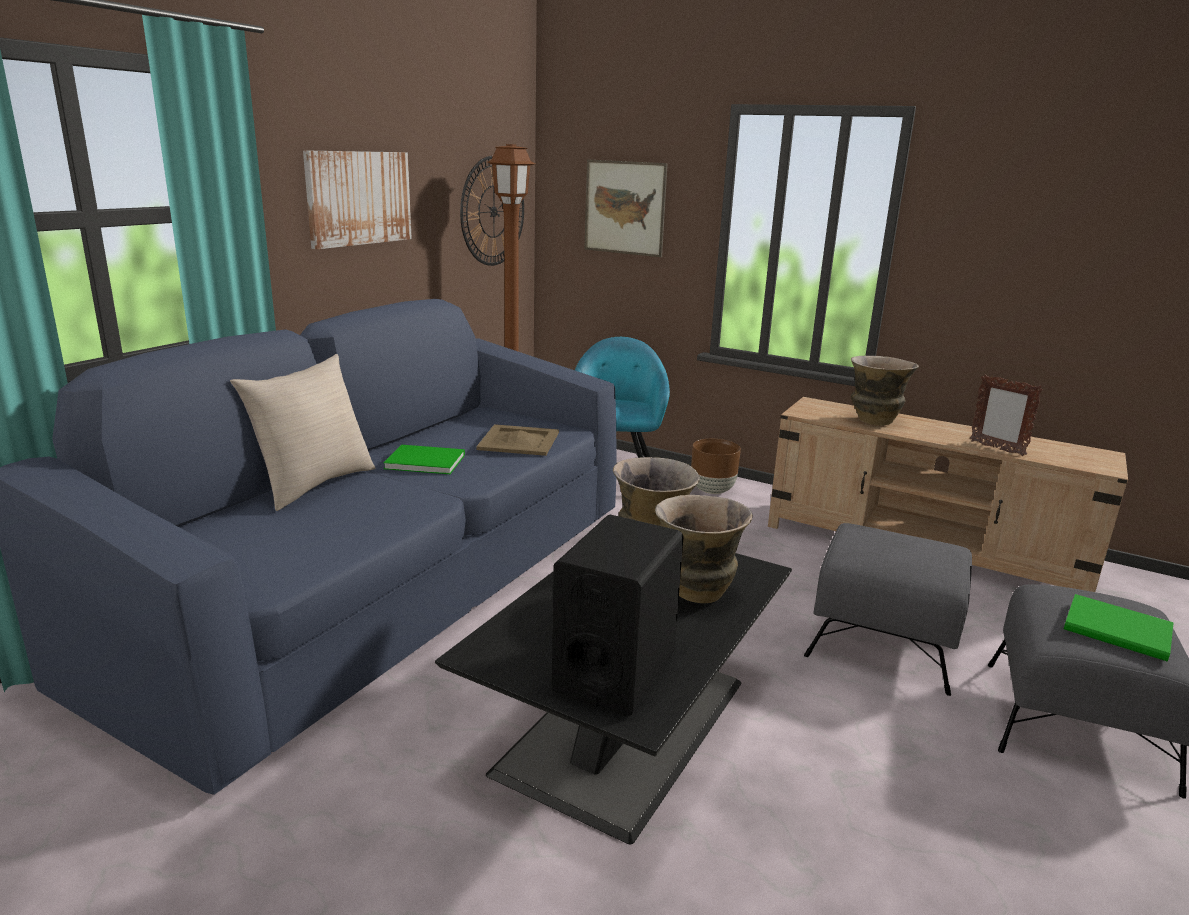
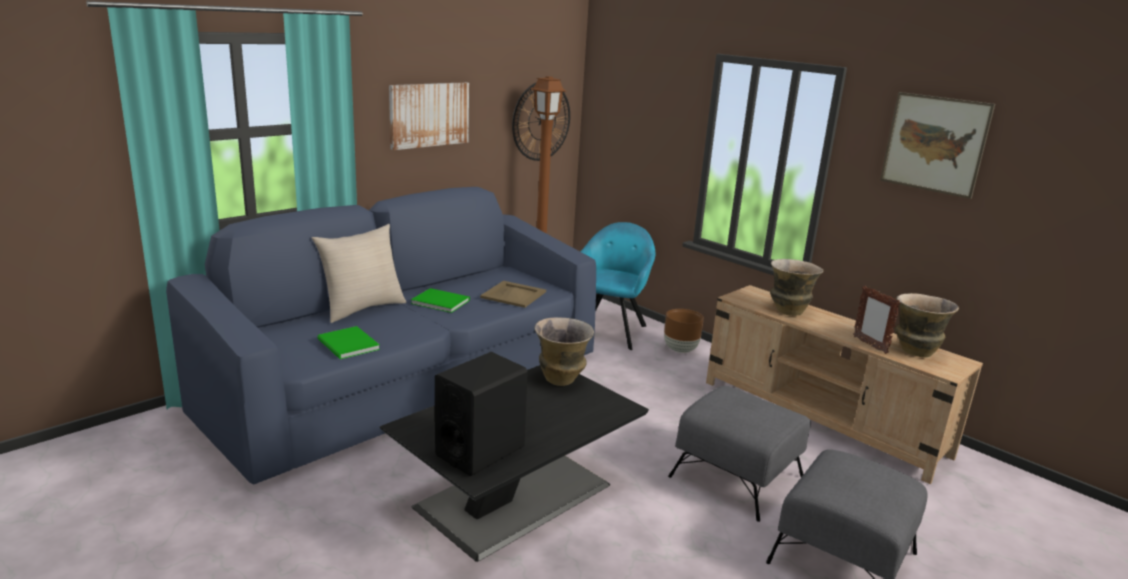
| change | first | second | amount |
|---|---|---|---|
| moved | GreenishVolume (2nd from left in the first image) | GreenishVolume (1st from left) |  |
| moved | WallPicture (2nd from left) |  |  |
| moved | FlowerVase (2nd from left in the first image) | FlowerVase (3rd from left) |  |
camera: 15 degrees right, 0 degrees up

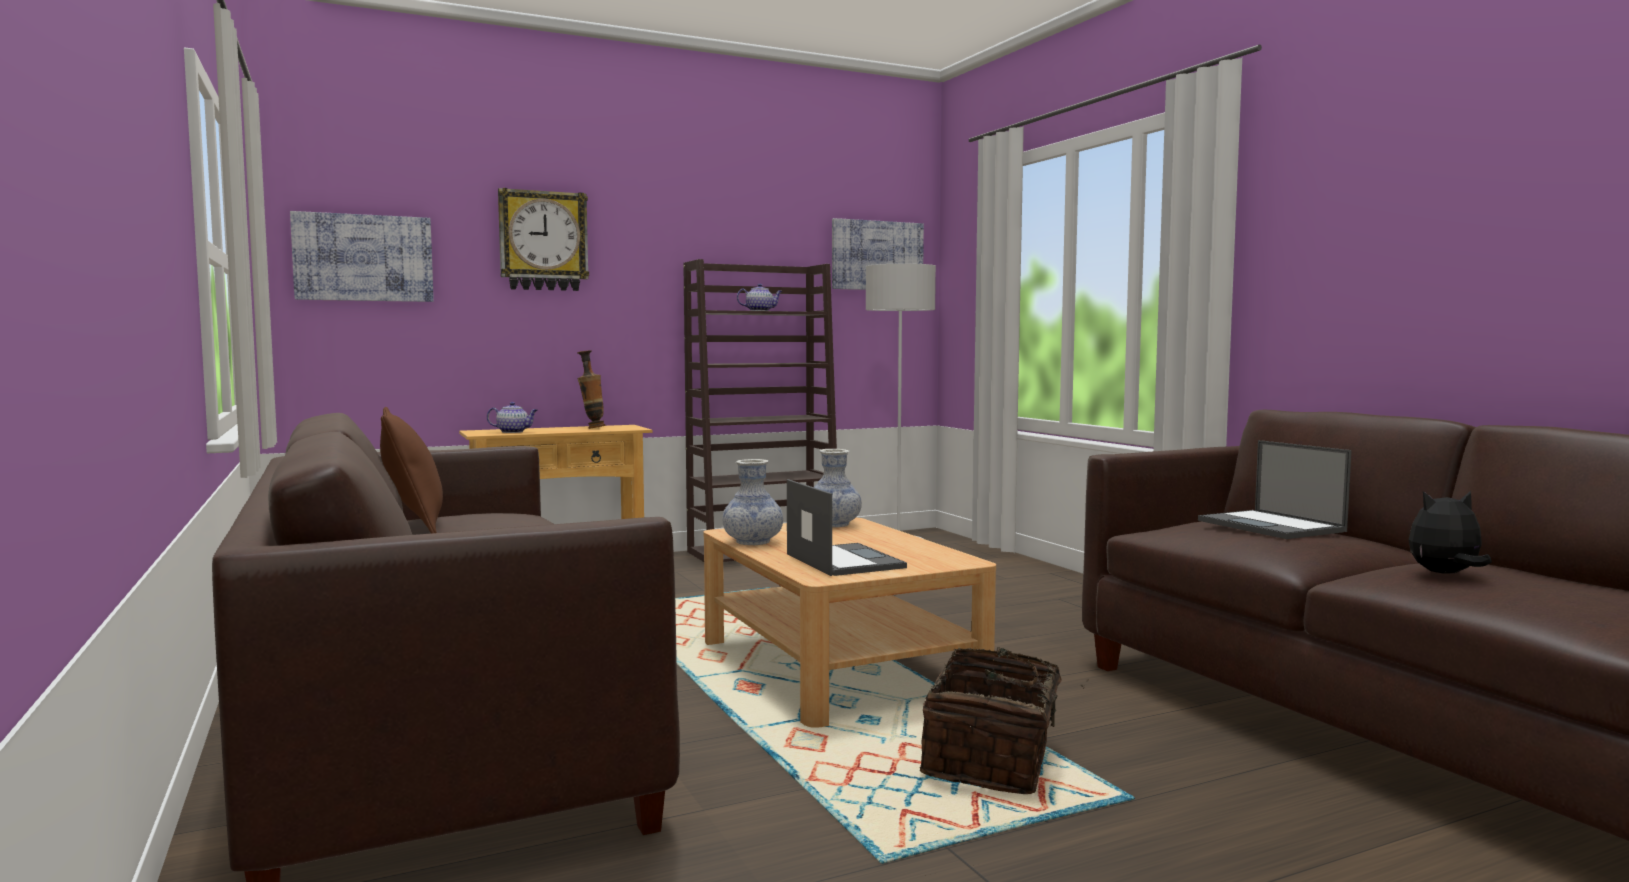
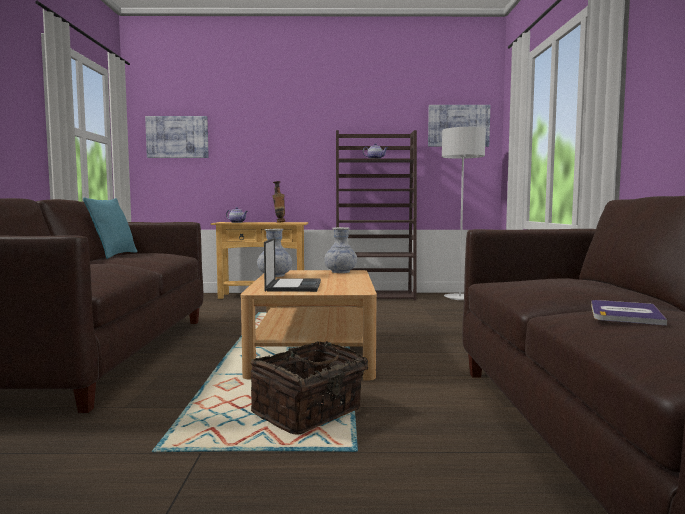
| change | first | second | amount |
|---|---|---|---|
| recoloured | BrownPillow | TurquoisePillow |  |
| replaced | PlushToy | Volume |  |
| removed | HangingClock |  |  |
| removed | NotebookComputer (2nd from left) |  |  |
camera: 25 degrees right, 0 degrees up

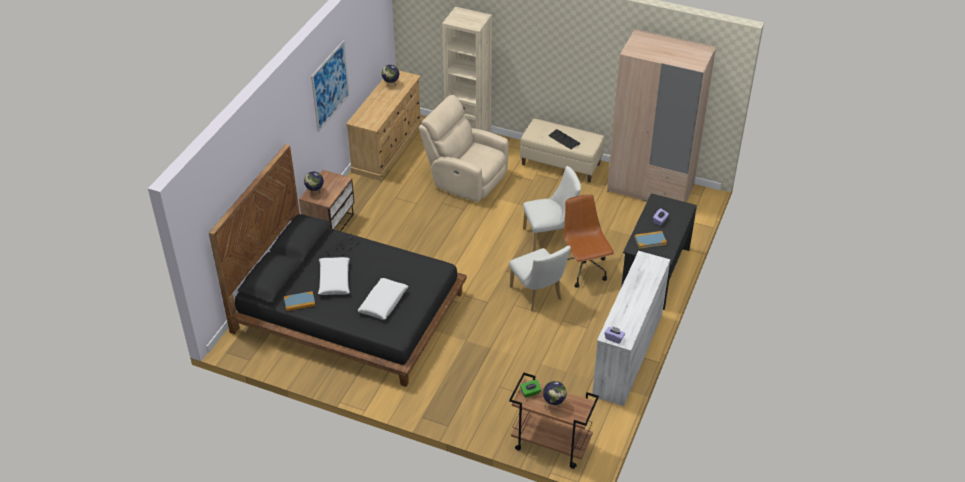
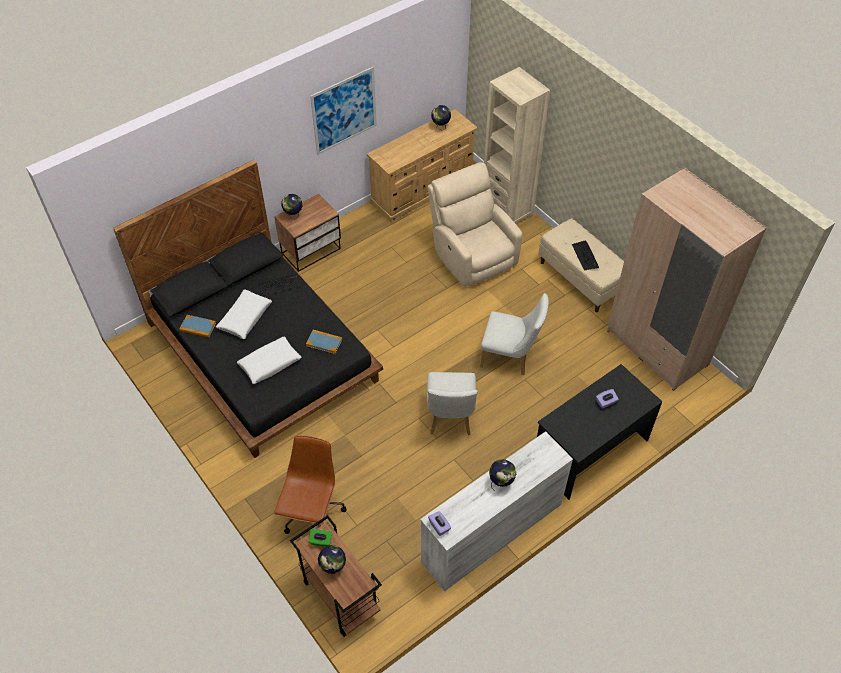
| change | first | second | amount |
|---|---|---|---|
| moved | BrownComputerChair |  |  |
| moved | Volume (2nd from left) |  |  |
| added |  | WorldGlobe (4th from left) |  |
camera: 30 degrees right, 10 degrees up

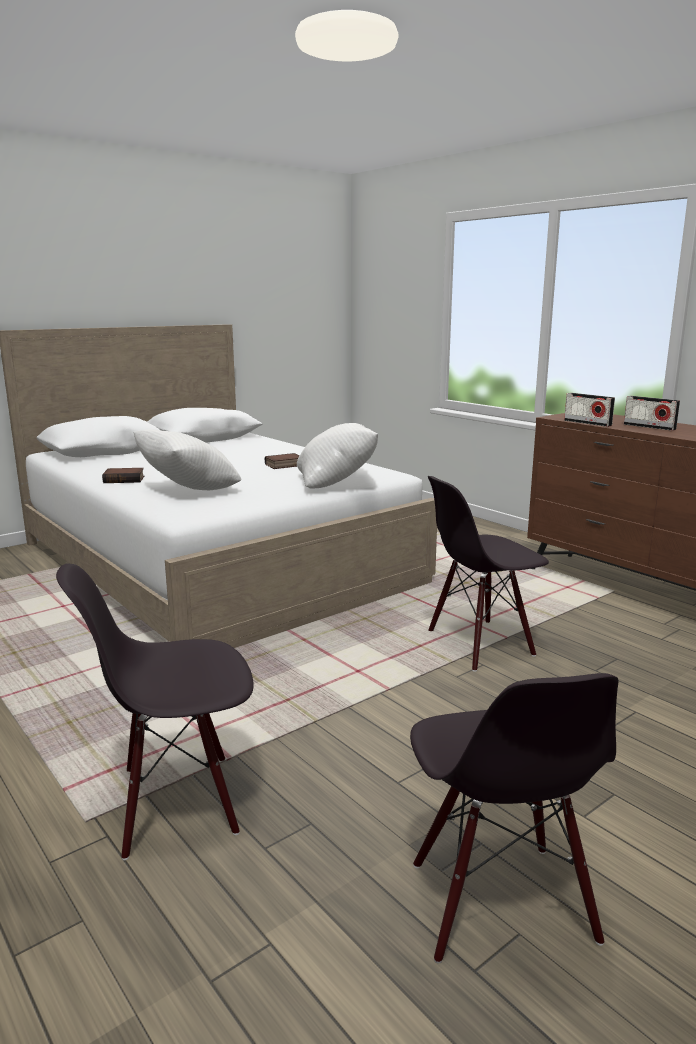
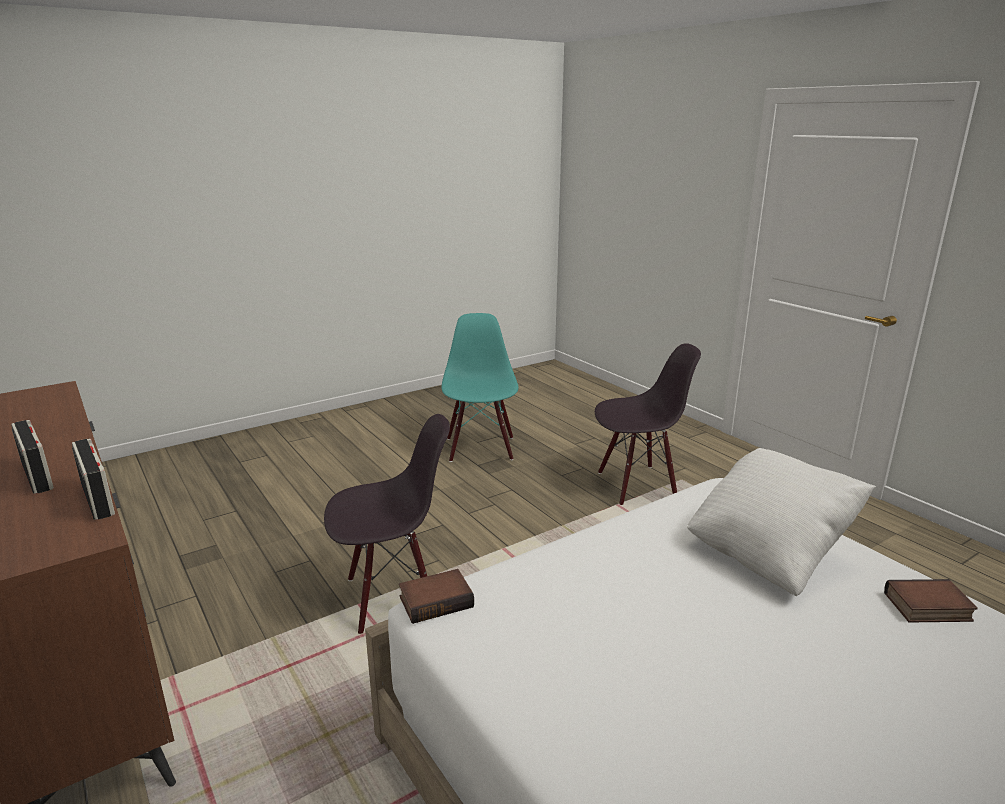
| change | first | second | amount |
|---|---|---|---|
| moved | Volume (2nd from left in the first image) | Volume (1st from left) |  |
| recoloured | BlackPlainChair (3rd from left) | TurquoisePlainChair |  |
| removed | WhitishPillow (2nd from left) |  |  |
camera: 175 degrees left, 5 degrees up

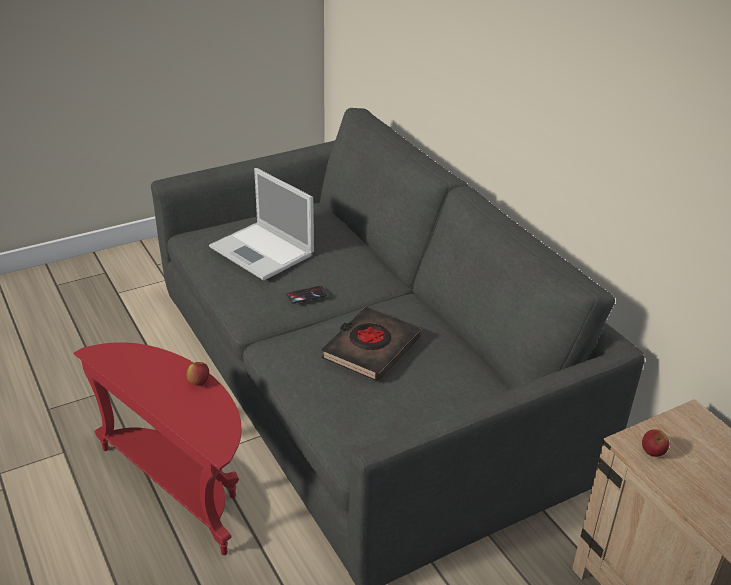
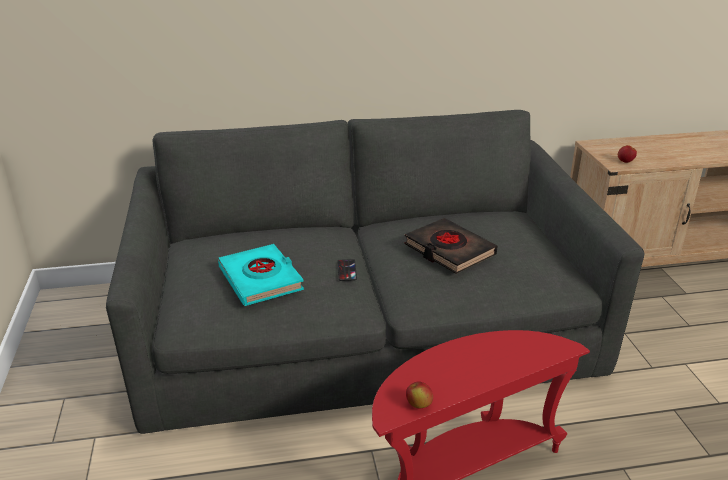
| change | first | second | amount |
|---|---|---|---|
| replaced | NotebookComputer | TurquoiseVolume |  |
| moved | Apple (1st from left) |  |  |
camera: 70 degrees left, 5 degrees down

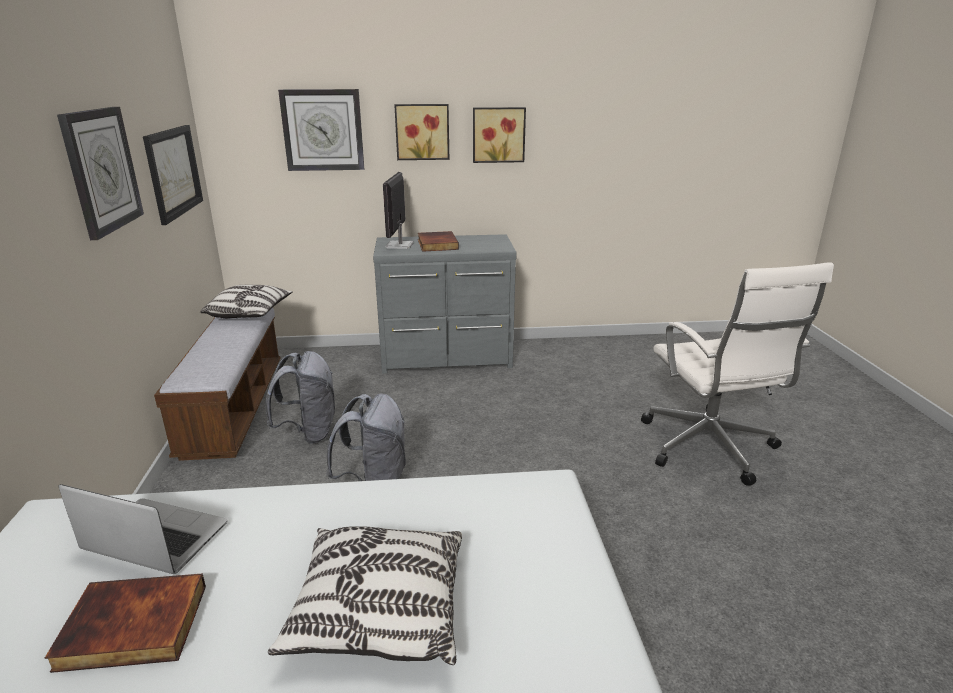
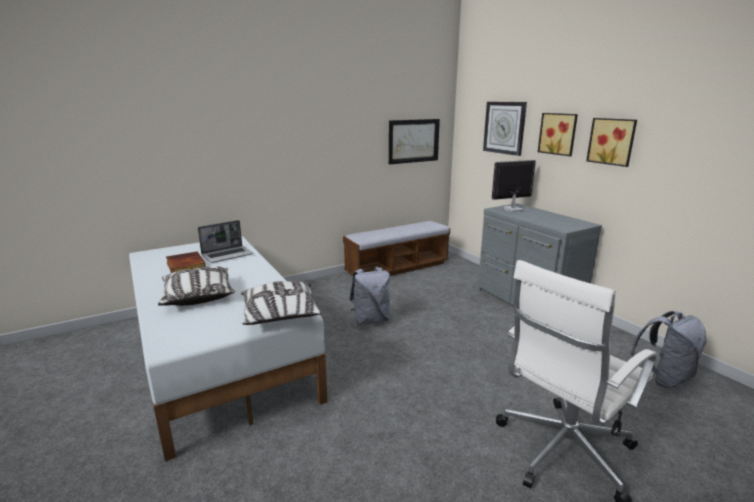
| change | first | second | amount |
|---|---|---|---|
| turned | NotebookComputer |  | 60 degrees clockwise |
| moved | Pillow (1st from left in the first image) | Pillow (2nd from left) |  |
| moved | GrayBackpack (1st from left in the first image) | GrayBackpack (2nd from left) |  |
| removed | HangingClock (1st from left) |  |  |
| removed | Volume (2nd from left) |  |  |
camera: 65 degrees right, 5 degrees down

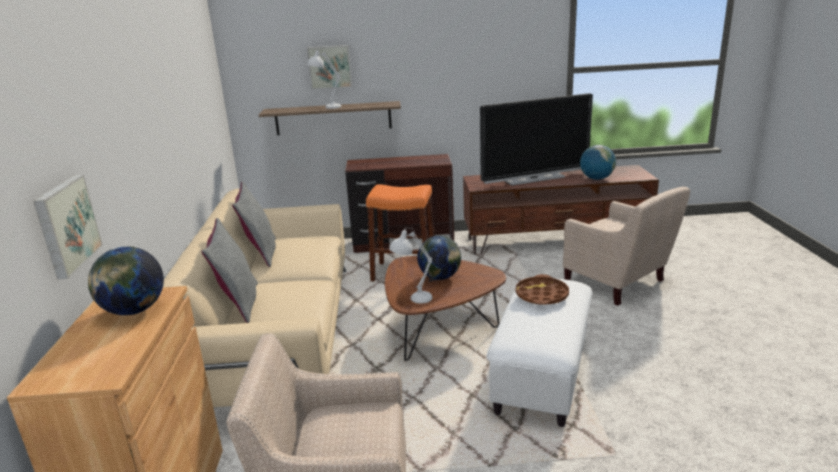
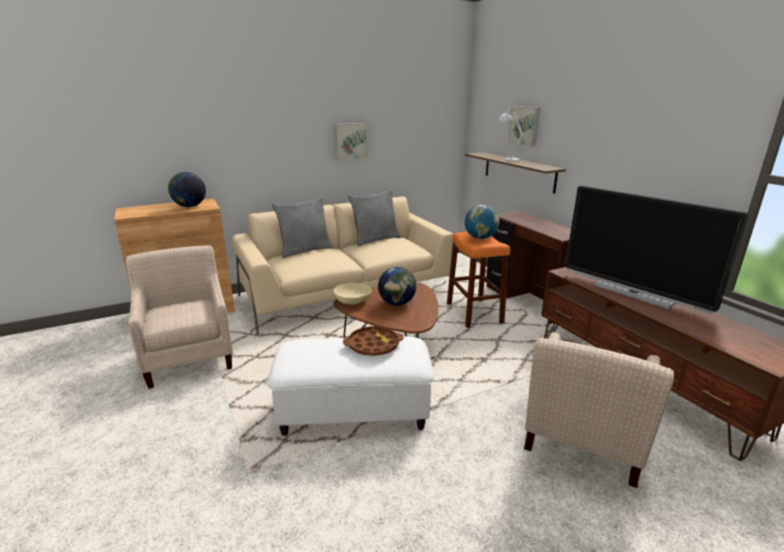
| change | first | second | amount |
|---|---|---|---|
| moved | WallPicture (1st from left) |  |  |
| replaced | WhitishTableLamp (2nd from left) | SandColouredServingBowl |  |
| moved | WorldGlobe (3rd from left) |  |  |
camera: 65 degrees right, 0 degrees up

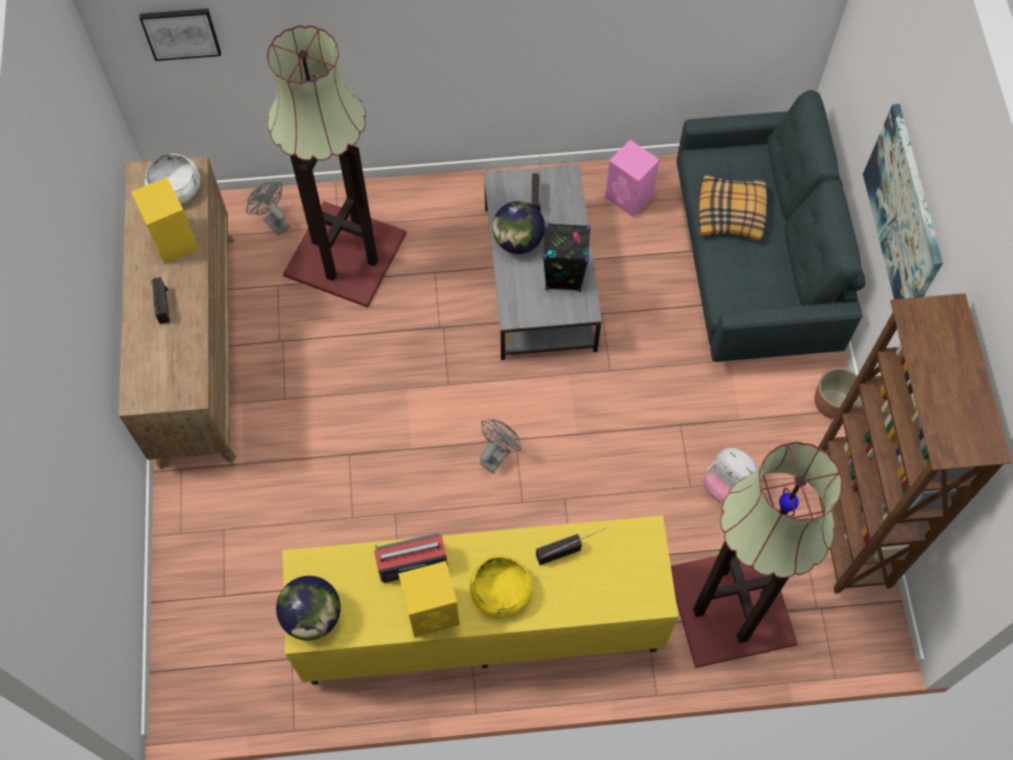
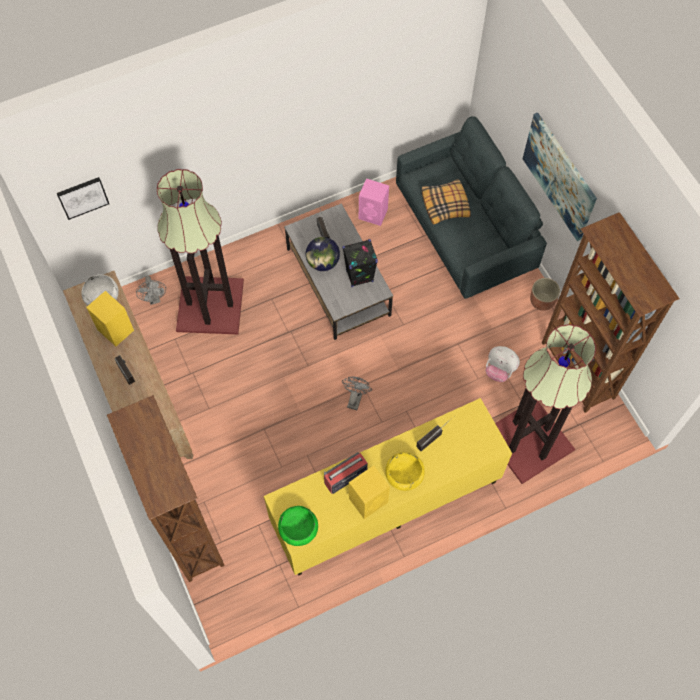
| change | first | second | amount |
|---|---|---|---|
| added |  | BrownBookshelf (1st from left) |  |
| turned | GrayFan (1st from left) |  | 135 degrees counterclockwise |
| replaced | WorldGlobe (1st from left) | GreenishServingBowl |  |
camera: 20 degrees left, 0 degrees up

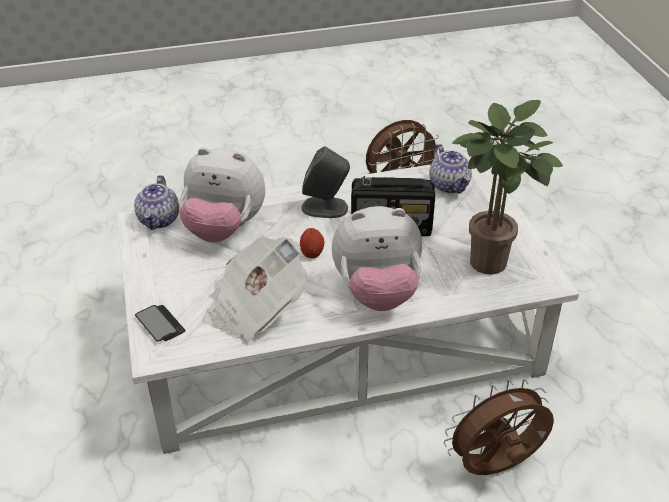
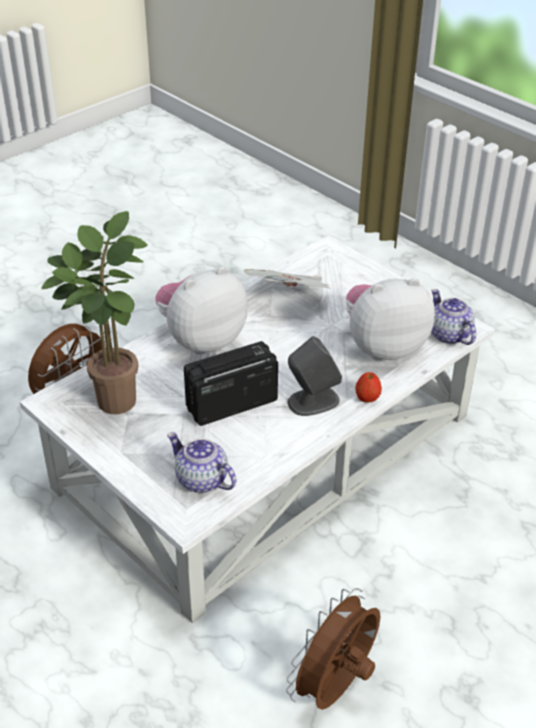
| change | first | second | amount |
|---|---|---|---|
| moved | Apple |  |  |
| removed | Phone |  |  |
camera: 150 degrees right, 0 degrees up

